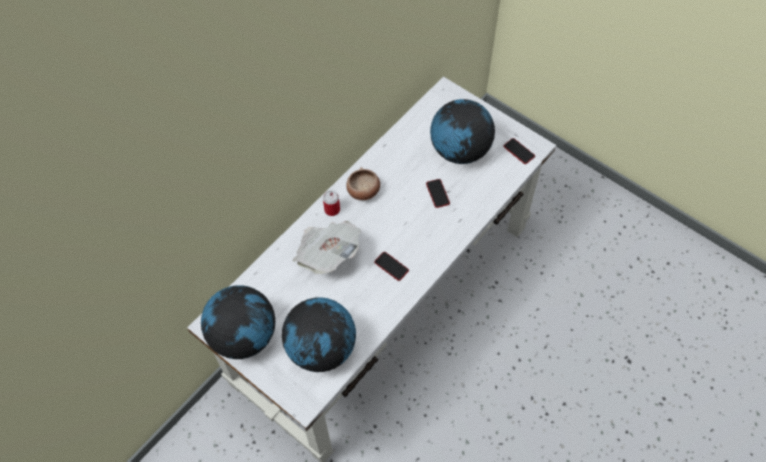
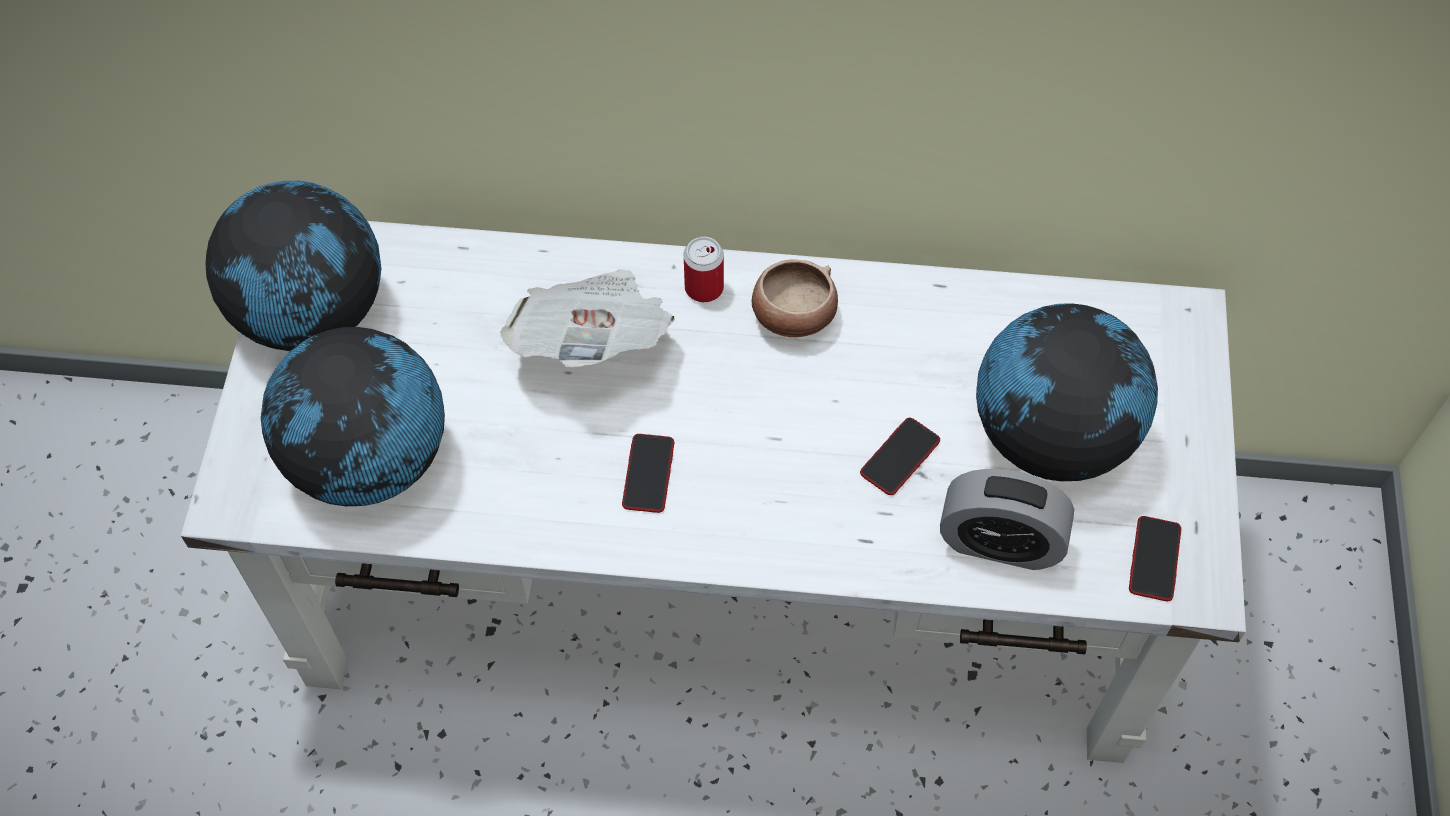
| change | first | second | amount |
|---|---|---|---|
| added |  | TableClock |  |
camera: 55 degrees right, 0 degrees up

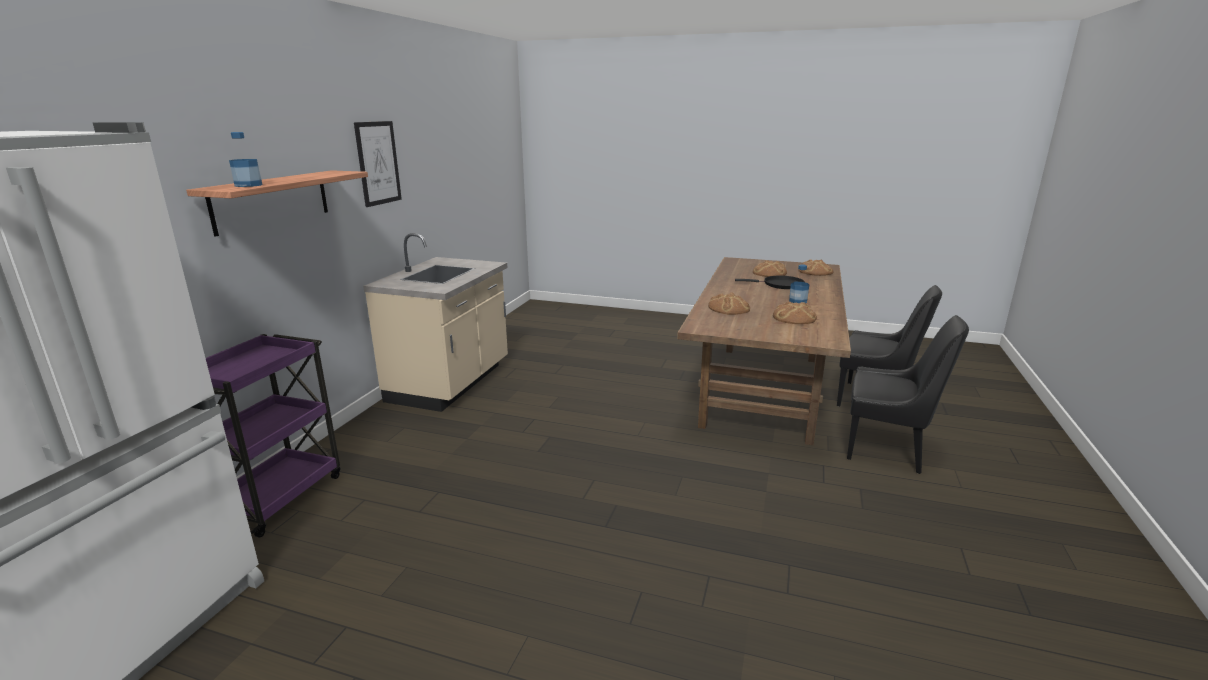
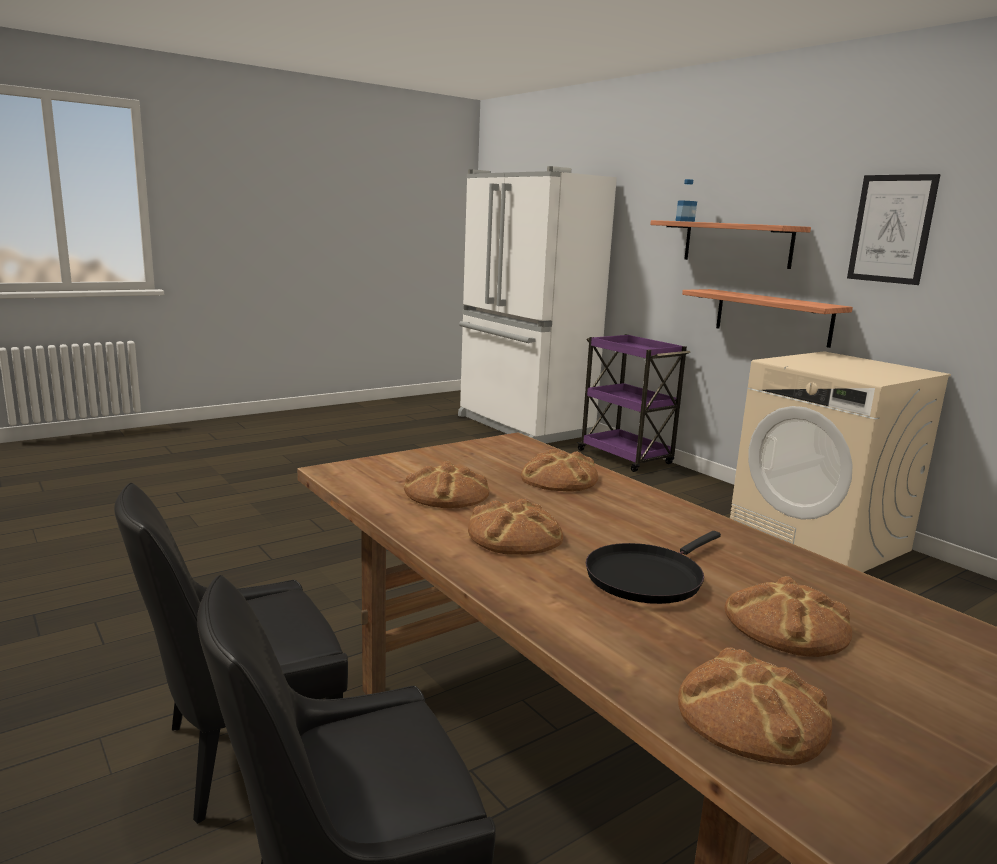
| change | first | second | amount |
|---|---|---|---|
| replaced | DrinkBottle (2nd from left) | BakeryBread (2nd from left) |  |
| added |  | BracketShelf (2nd from left) |  |
| replaced | SandColouredCounter | SandColouredLaundryMachine |  |
camera: 125 degrees right, 5 degrees down

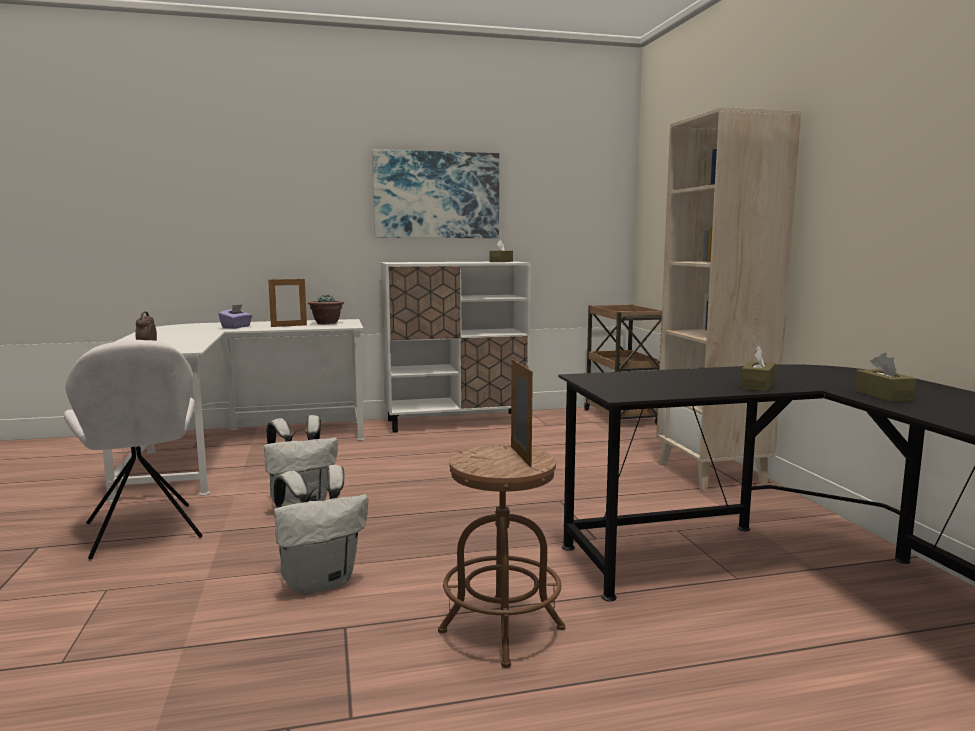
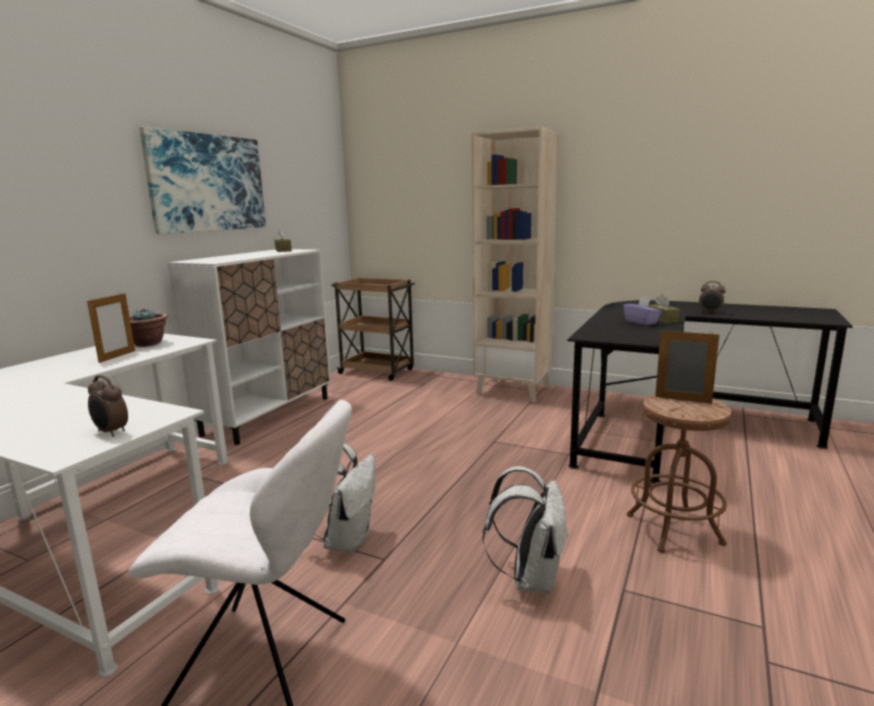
| change | first | second | amount |
|---|---|---|---|
| moved | PurpleColouredBoxOfTissues |  |  |
| replaced | BrownBoxOfTissues (3rd from left) | TableClock (2nd from left) |  |
camera: 50 degrees left, 5 degrees up

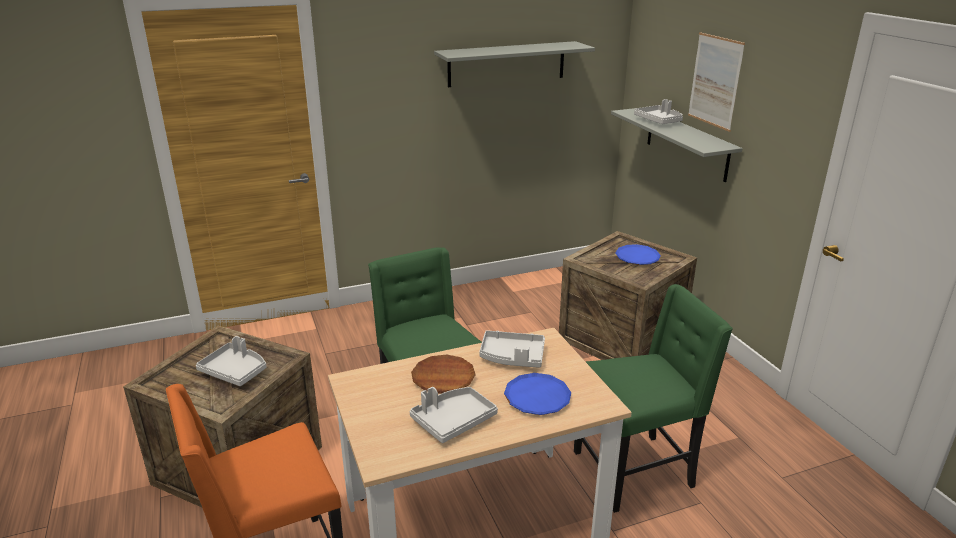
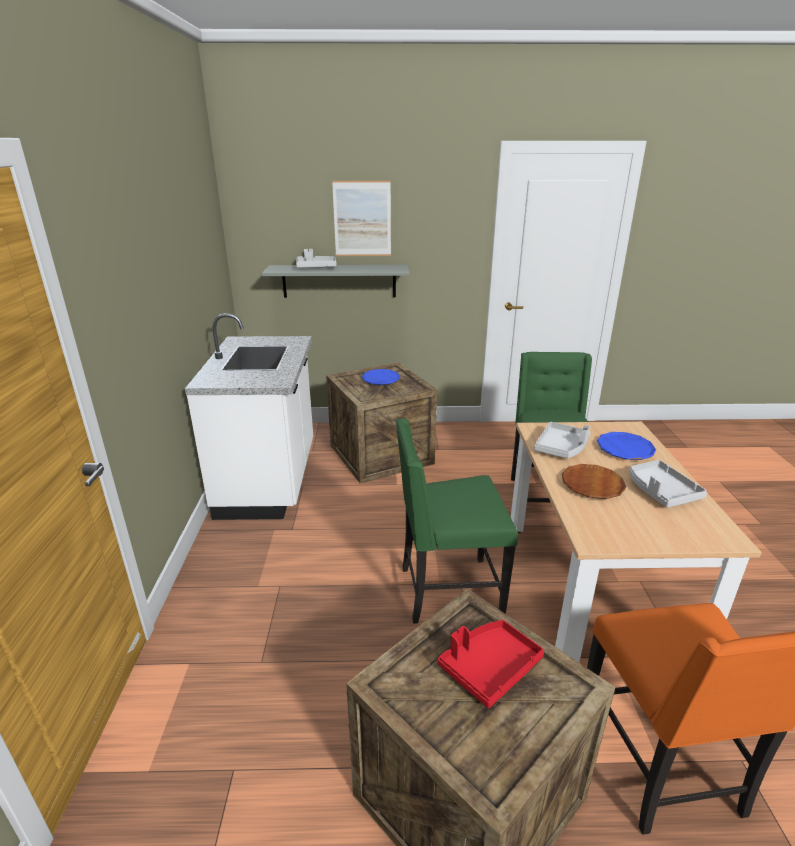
| change | first | second | amount |
|---|---|---|---|
| added |  | WhitishCounter |  |
| recoloured | GrayCarryingTray (1st from left) | ReddishCarryingTray |  |
| removed | GrayBracketShelf (1st from left) |  |  |
camera: 70 degrees left, 0 degrees up

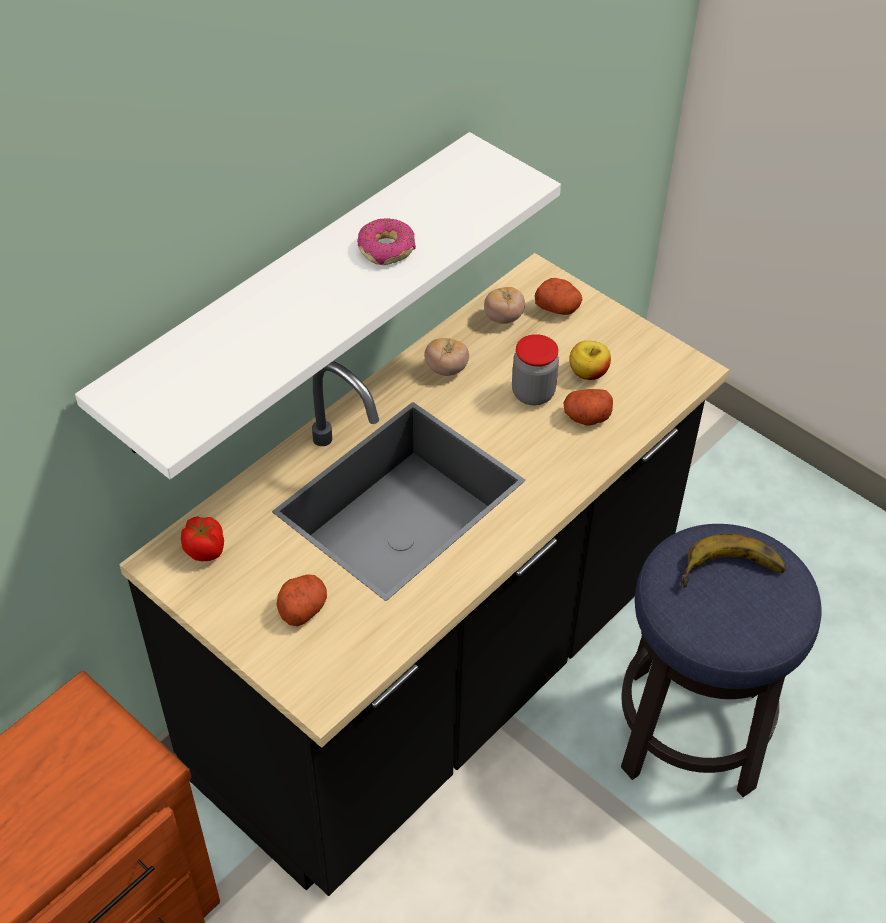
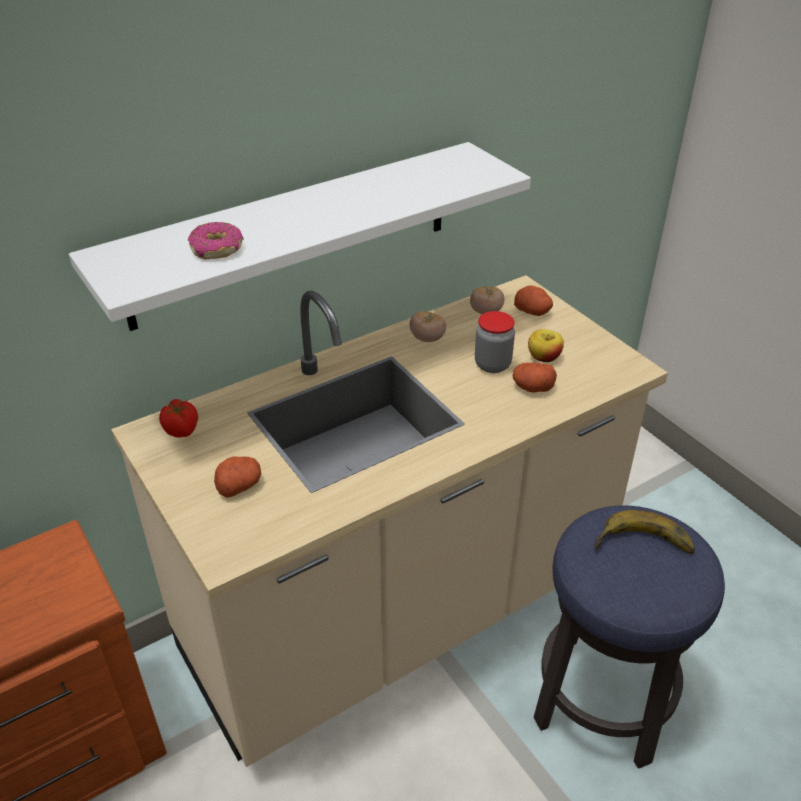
| change | first | second | amount |
|---|---|---|---|
| recoloured | BlackCounter | SandColouredCounter |  |
| moved | Donut |  |  |
camera: 15 degrees right, 10 degrees down

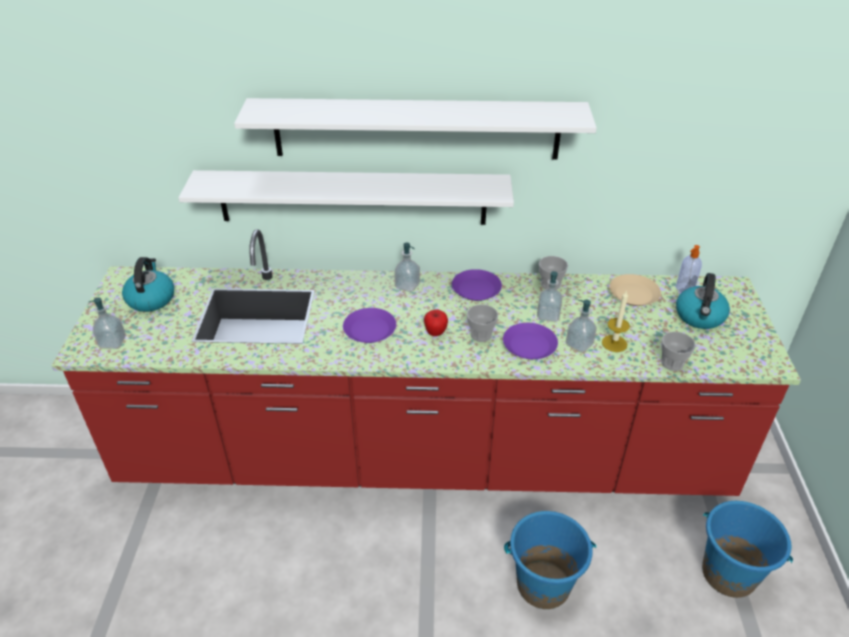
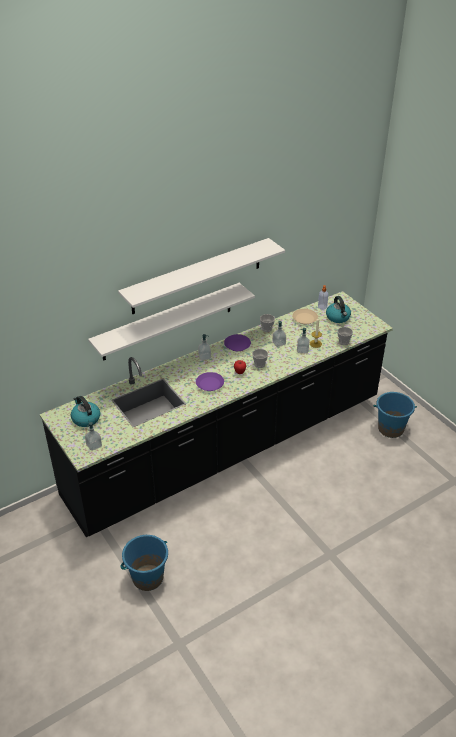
| change | first | second | amount |
|---|---|---|---|
| recoloured | ReddishCounter | BlackCounter |  |
| moved | BlueBucket (1st from left) |  |  |
| removed | PurpleColouredDinnerPlate (3rd from left) |  |  |
camera: 35 degrees left, 0 degrees up

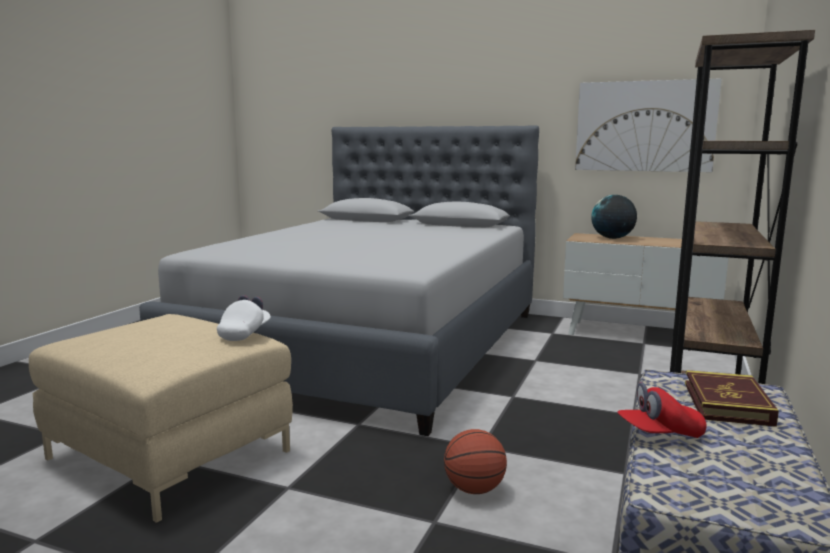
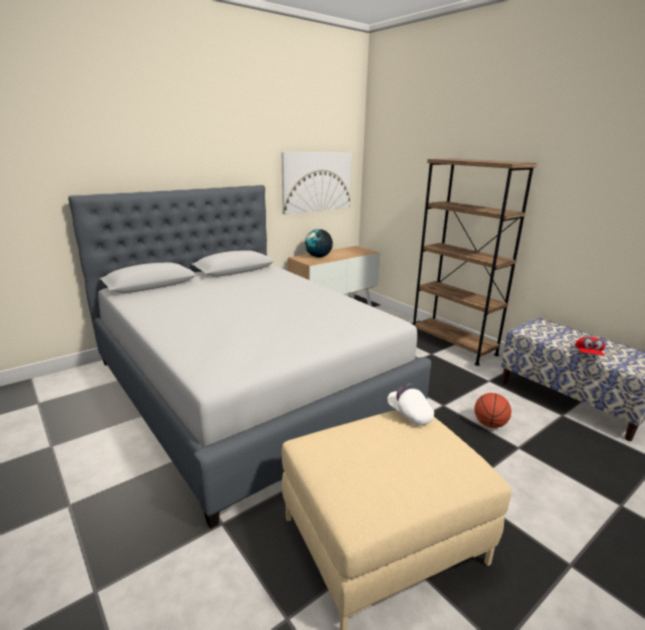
| change | first | second | amount |
|---|---|---|---|
| removed | Volume |  |  |
camera: 60 degrees left, 10 degrees up

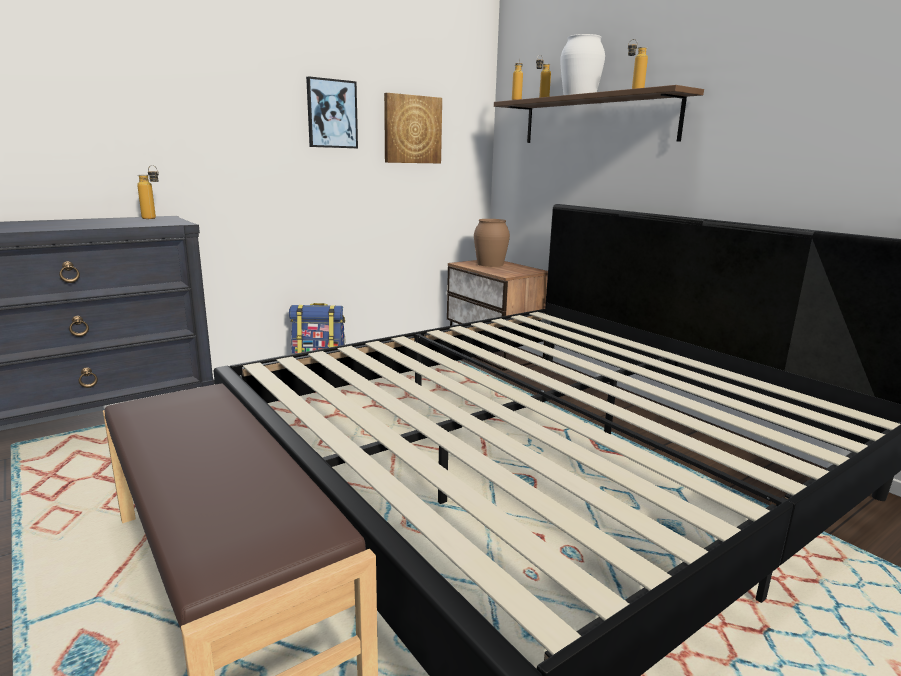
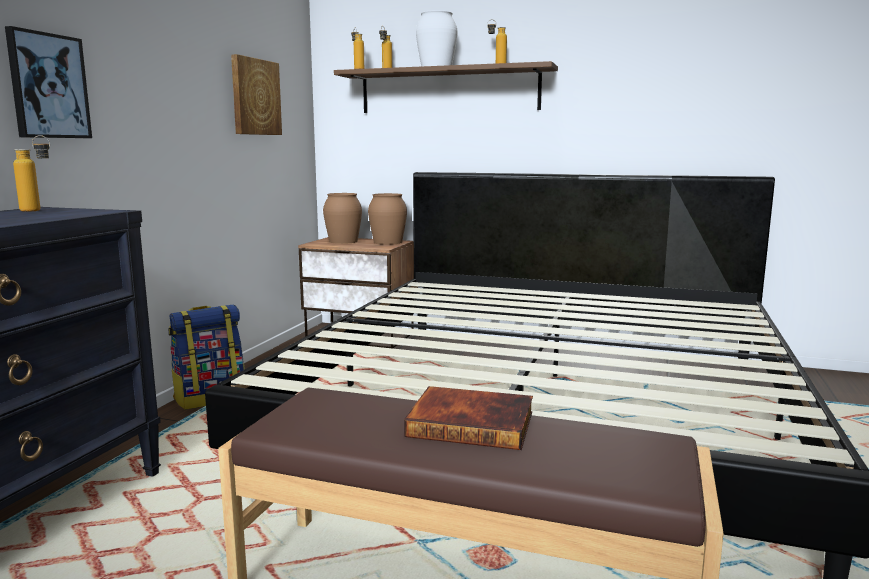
| change | first | second | amount |
|---|---|---|---|
| moved | WallPicture (1st from left) |  |  |
| added |  | BrownFlowerVase (2nd from left) |  |
| added |  | Volume |  |
camera: 35 degrees left, 5 degrees down

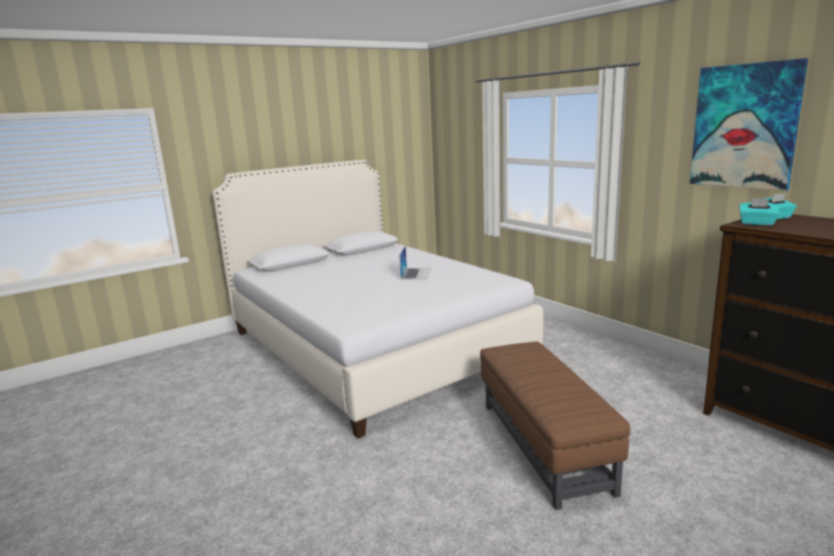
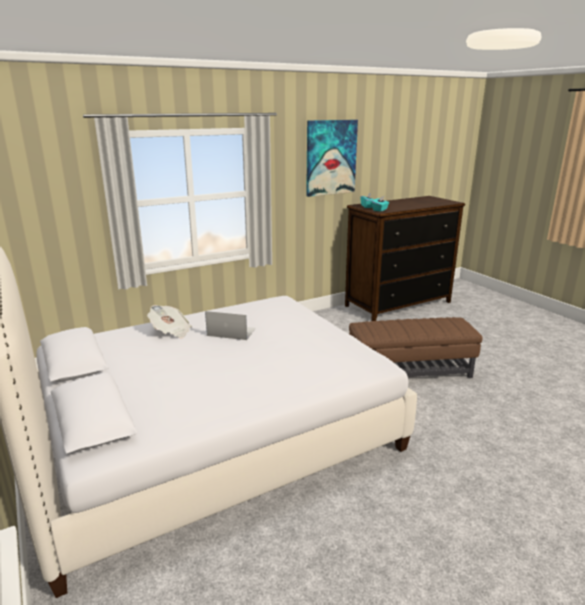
| change | first | second | amount |
|---|---|---|---|
| added |  | PrintedPaper |  |
camera: 85 degrees left, 5 degrees up

